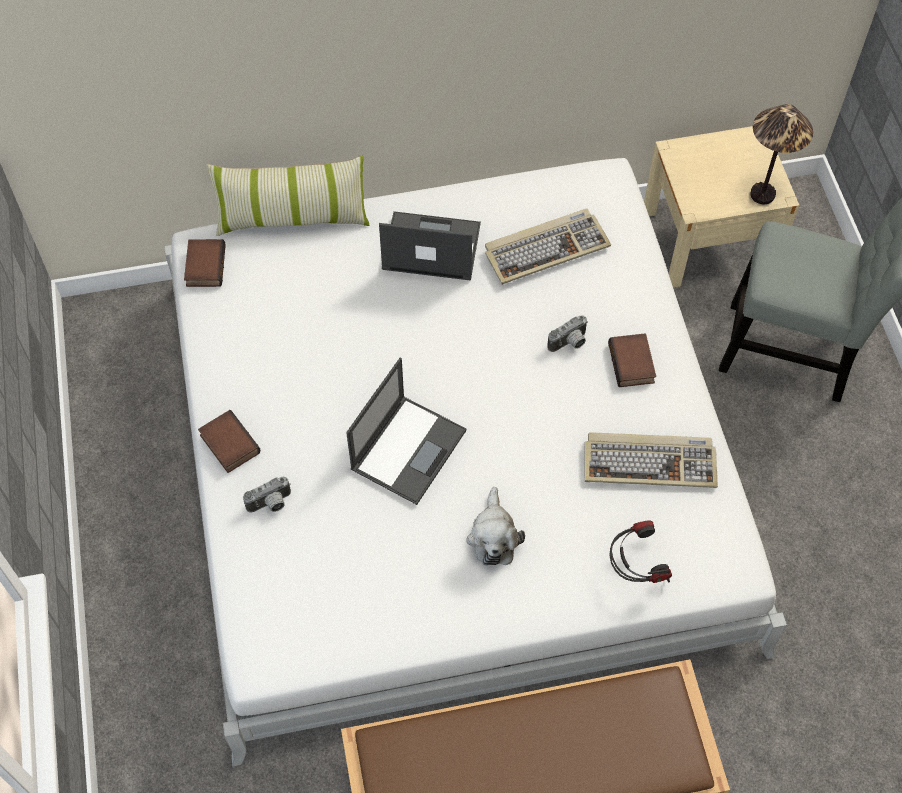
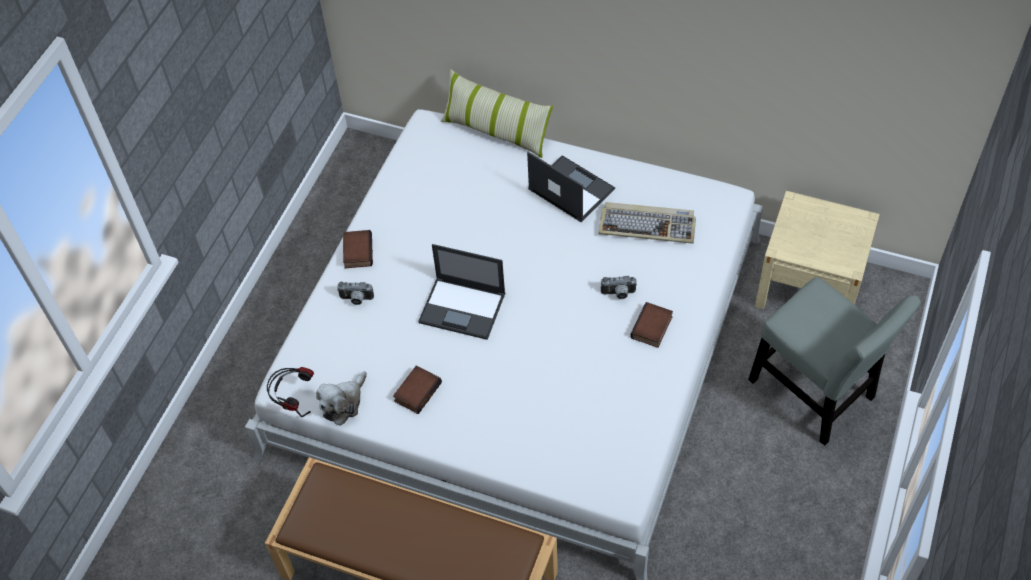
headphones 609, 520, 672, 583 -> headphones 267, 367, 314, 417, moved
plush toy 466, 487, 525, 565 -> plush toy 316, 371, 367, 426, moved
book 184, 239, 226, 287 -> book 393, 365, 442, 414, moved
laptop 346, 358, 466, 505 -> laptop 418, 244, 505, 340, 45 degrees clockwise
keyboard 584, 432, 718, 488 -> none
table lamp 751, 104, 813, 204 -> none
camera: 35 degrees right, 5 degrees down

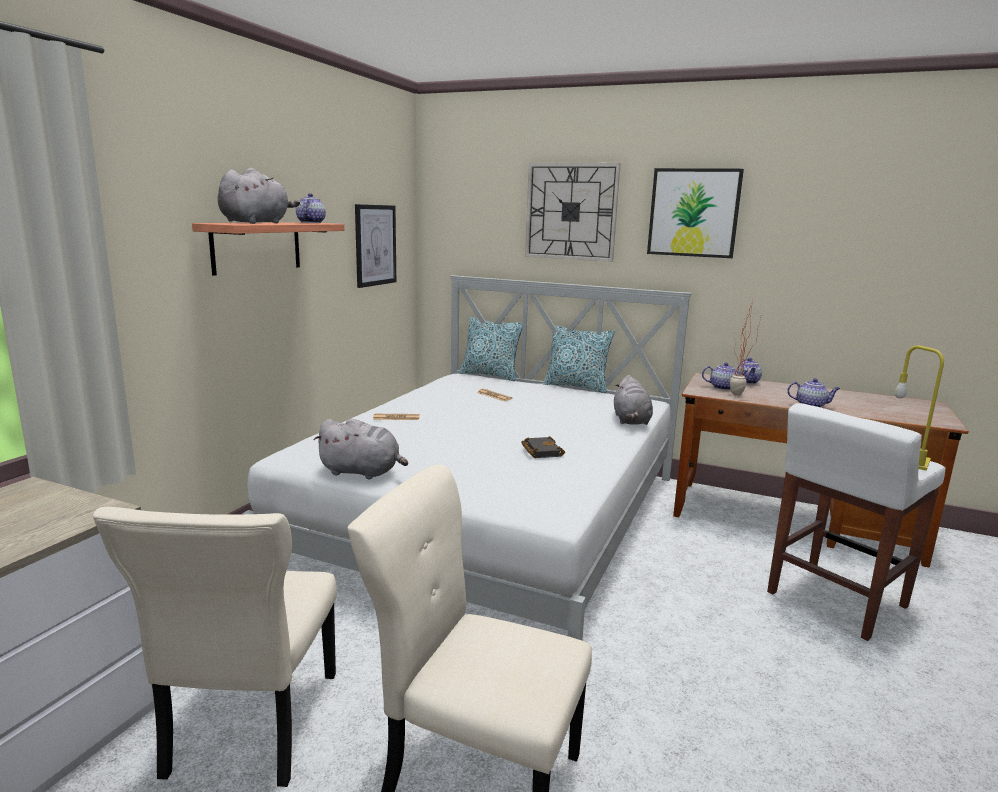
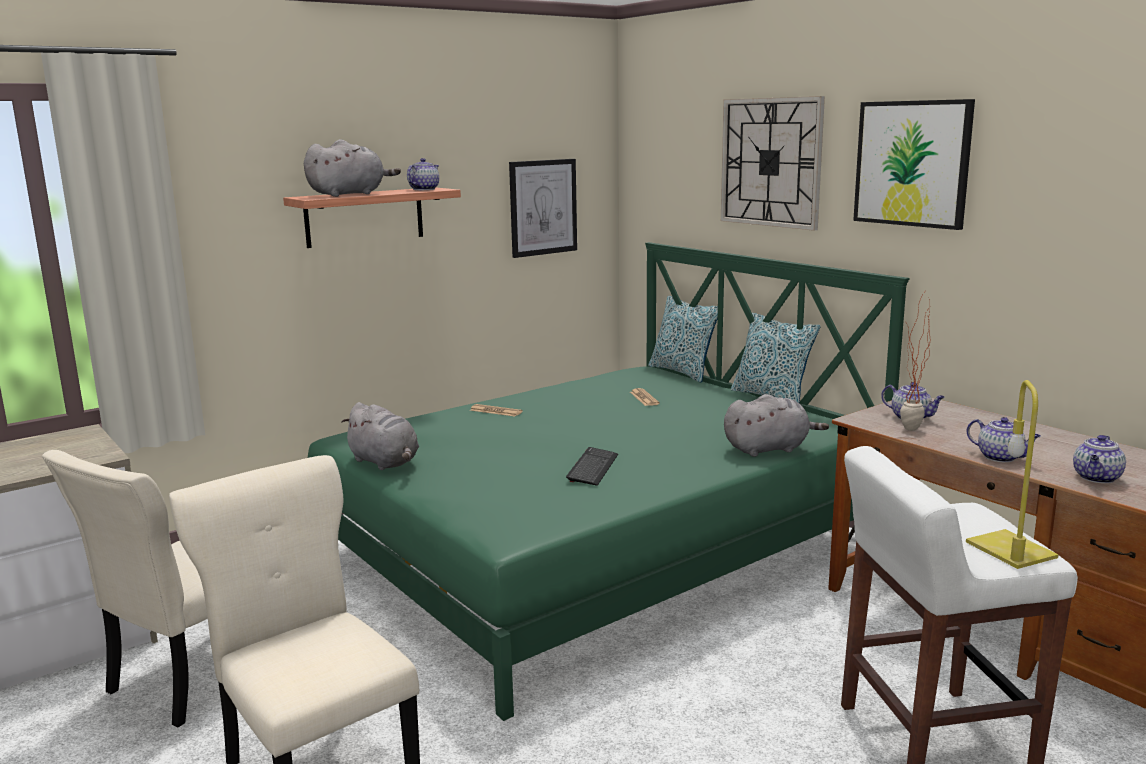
bed (white) 242, 275, 692, 640 -> bed (green) 308, 242, 910, 721
book (black) 521, 436, 565, 458 -> keyboard 566, 447, 618, 486
plush toy (grey) 614, 375, 653, 425 -> plush toy (grey) 724, 394, 829, 457, 135 degrees counterclockwise
teapot 735, 358, 762, 384 -> teapot 1073, 435, 1126, 483, moved
camera: 30 degrees right, 0 degrees up

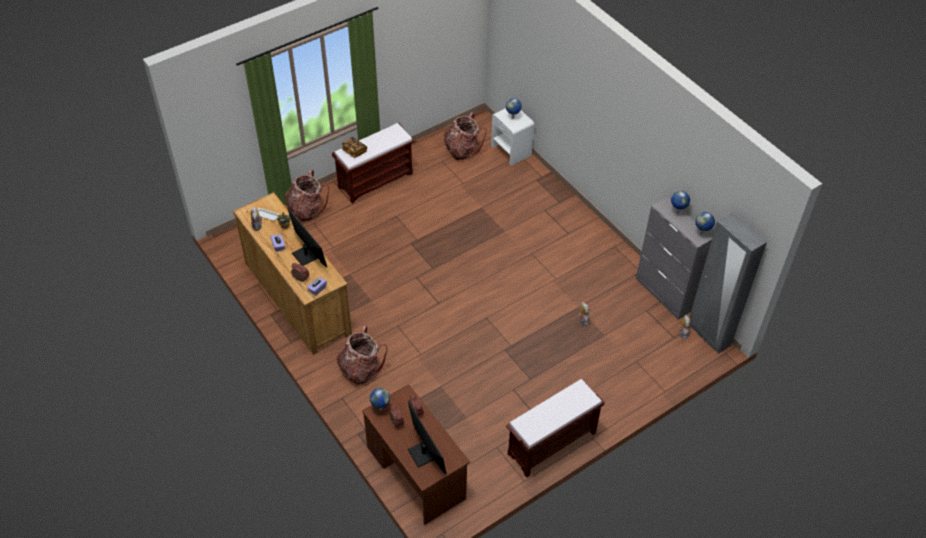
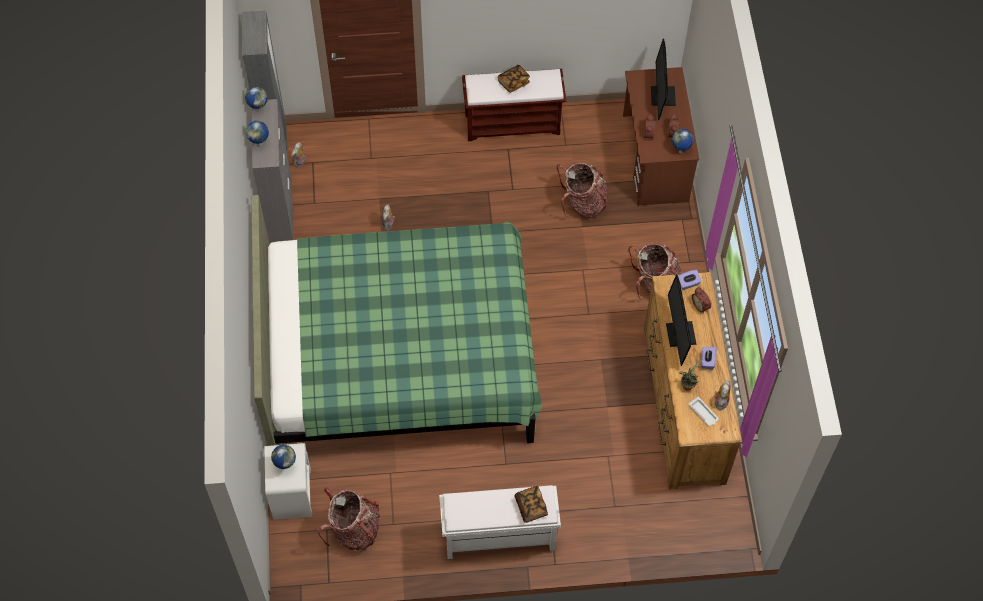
none -> bed (green) 251, 195, 542, 446
bench (brown) 332, 123, 415, 203 -> bench (white) 439, 485, 561, 559
none -> book 498, 65, 530, 93
backpack 285, 169, 329, 222 -> backpack 556, 163, 608, 218, moved
camera: 150 degrees left, 10 degrees up

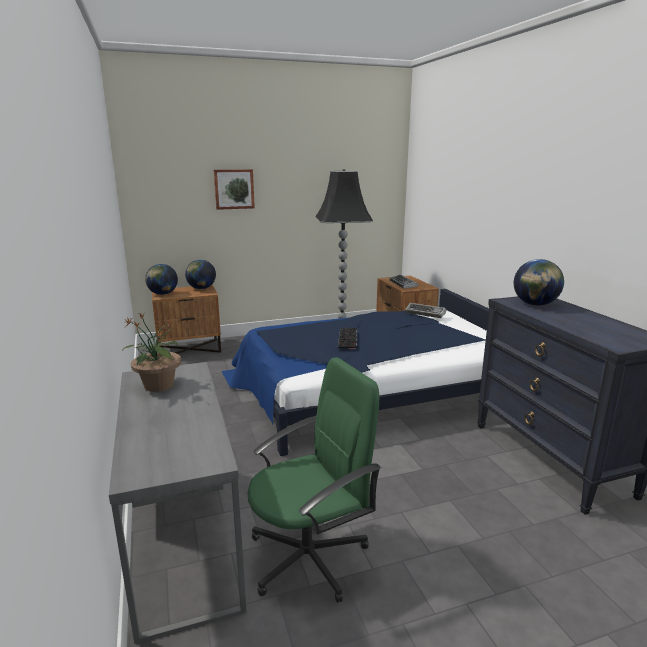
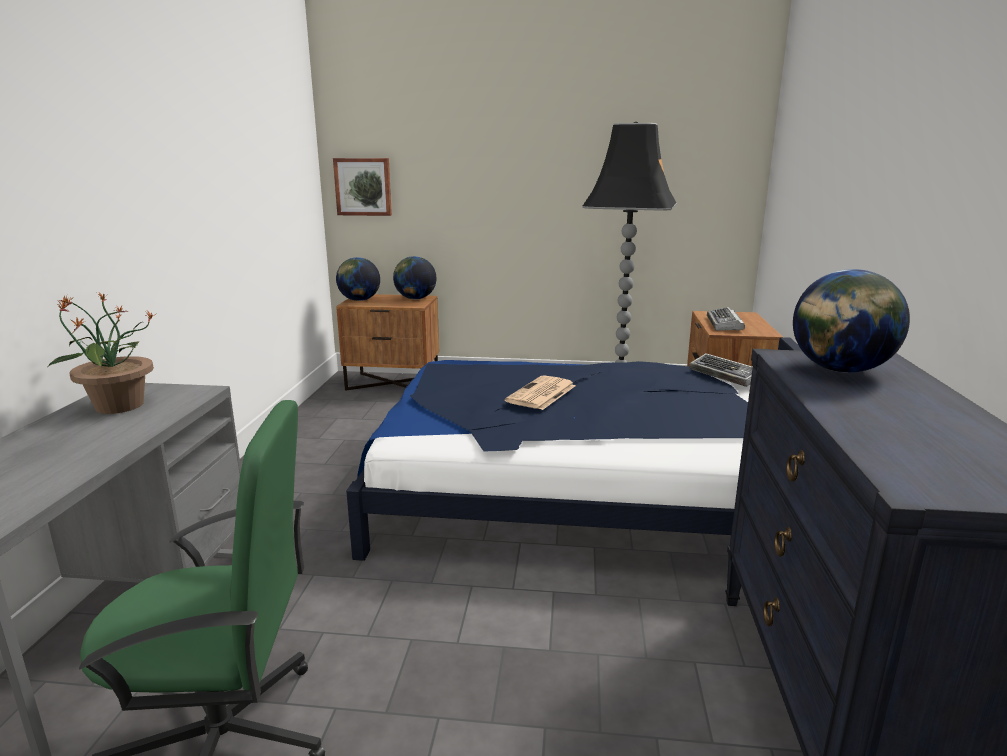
picture 214, 169, 255, 210 -> picture 333, 158, 392, 216, moved
keyboard 338, 328, 357, 349 -> newspaper 505, 375, 576, 410
camera: 25 degrees right, 0 degrees up

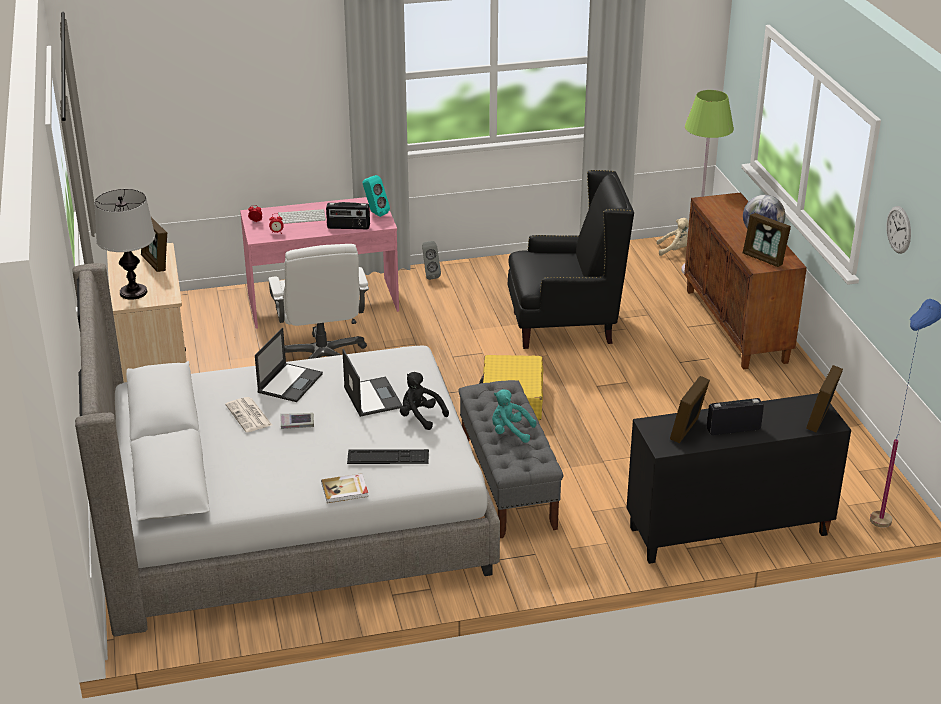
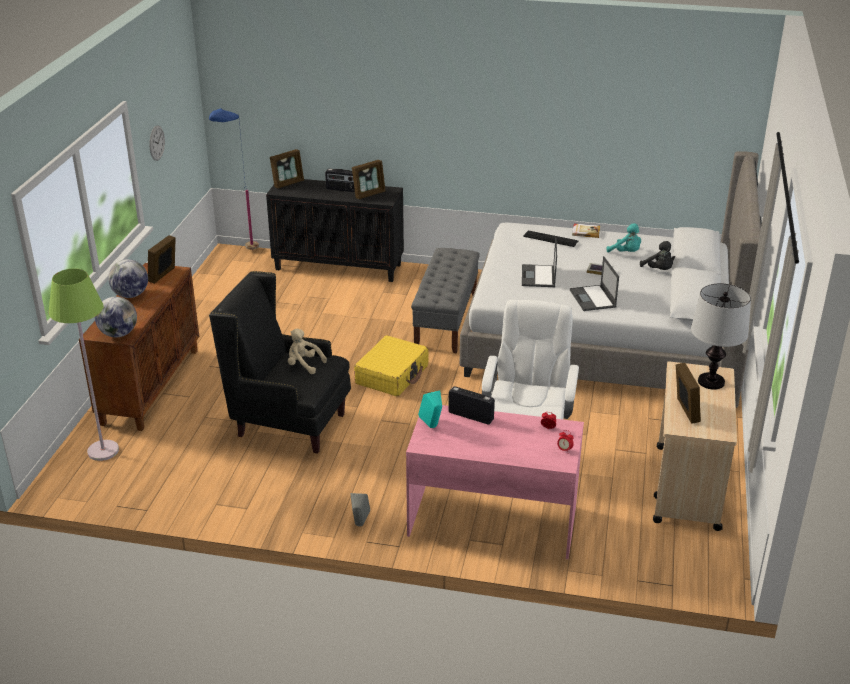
none -> globe 95, 297, 137, 337
picture frame 743, 213, 791, 267 -> picture frame 148, 235, 176, 284, 135 degrees counterclockwise
plush toy (beige) 657, 218, 689, 256 -> plush toy (beige) 288, 329, 327, 374, moved
laptop 255, 328, 323, 402 -> laptop 570, 256, 619, 311, 60 degrees counterclockwise
plush toy (turquoise) 492, 389, 537, 443 -> plush toy (turquoise) 606, 223, 641, 252, moved
plush toy (black) 400, 372, 449, 430 -> plush toy (black) 640, 241, 675, 270, moved
newspaper 225, 397, 272, 432 -> none
keyboard 278, 209, 326, 224 -> none
camera: 155 degrees left, 0 degrees up

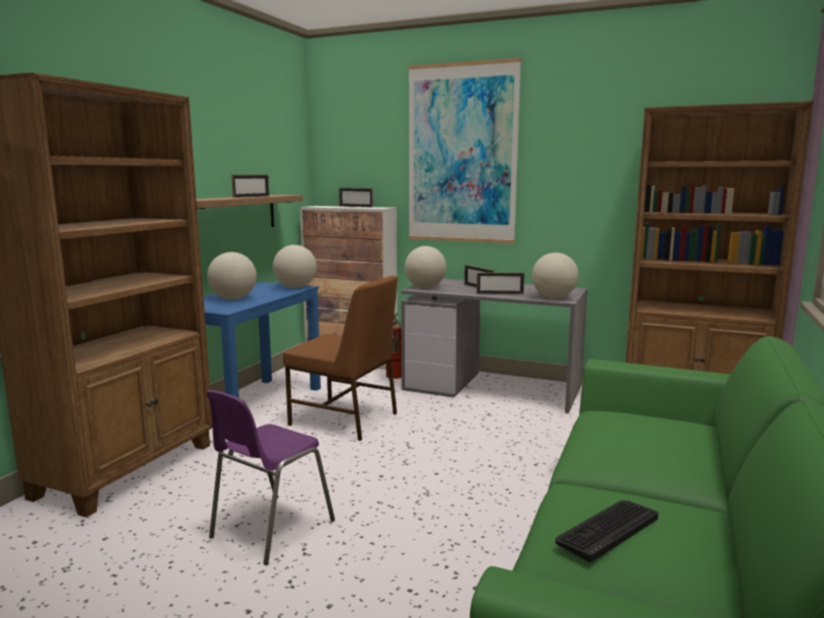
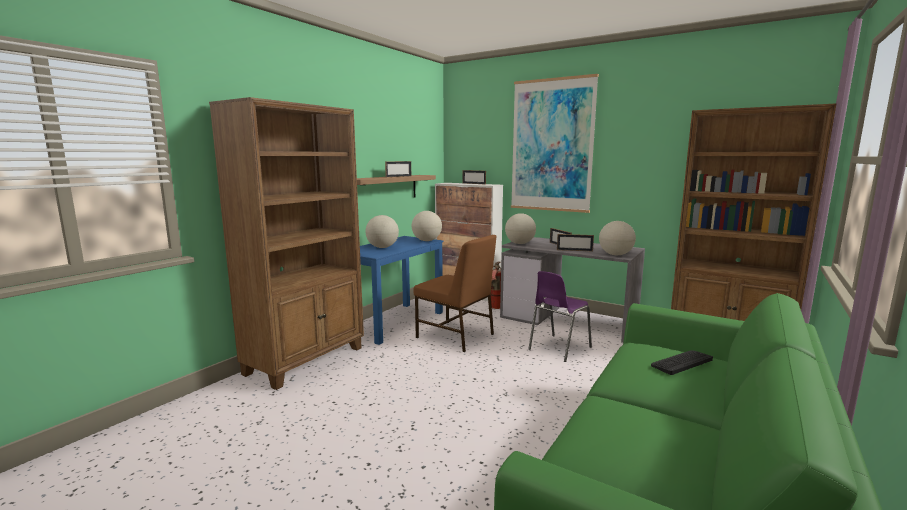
chair (purple) 206, 390, 335, 565 -> chair (purple) 528, 271, 592, 362, moved
keyboard 555, 500, 658, 562 -> keyboard 651, 350, 713, 375, moved
camera: 10 degrees right, 0 degrees up

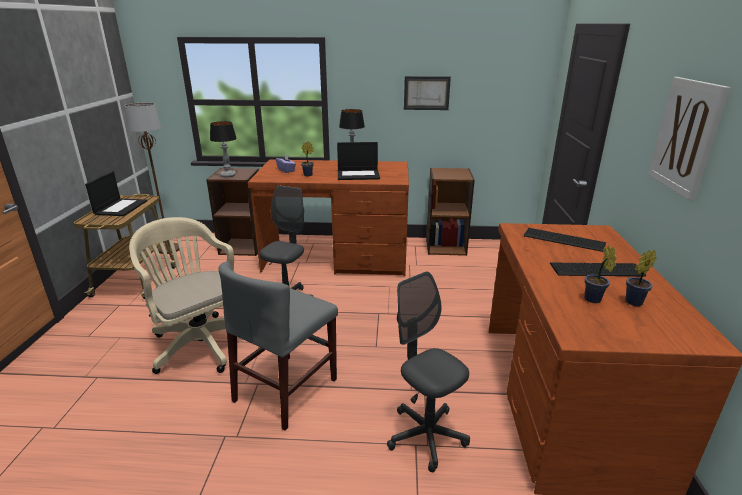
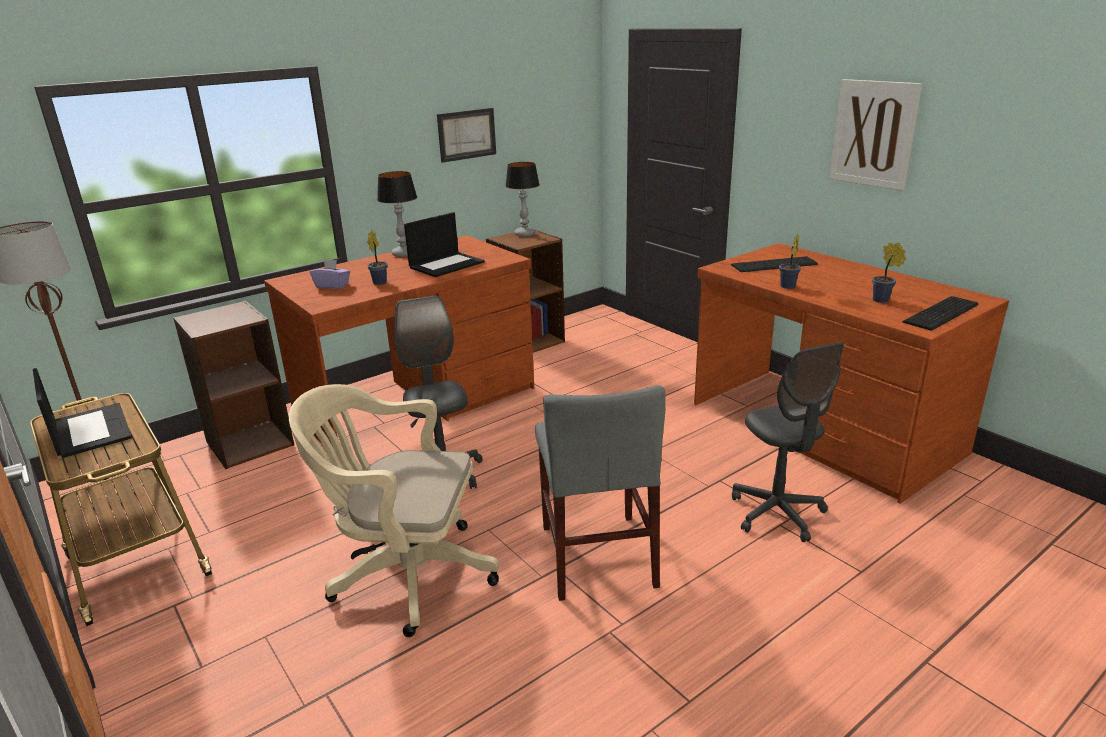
table lamp 210, 121, 237, 177 -> table lamp 505, 162, 540, 237, moved
office chair (grey) 387, 271, 470, 472 -> office chair (grey) 732, 342, 844, 542, 120 degrees counterclockwise
potted plant 625, 250, 657, 306 -> potted plant 779, 233, 801, 289, moved
keyboard 550, 263, 646, 276 -> keyboard 902, 296, 979, 331, moved
camera: 40 degrees left, 0 degrees up

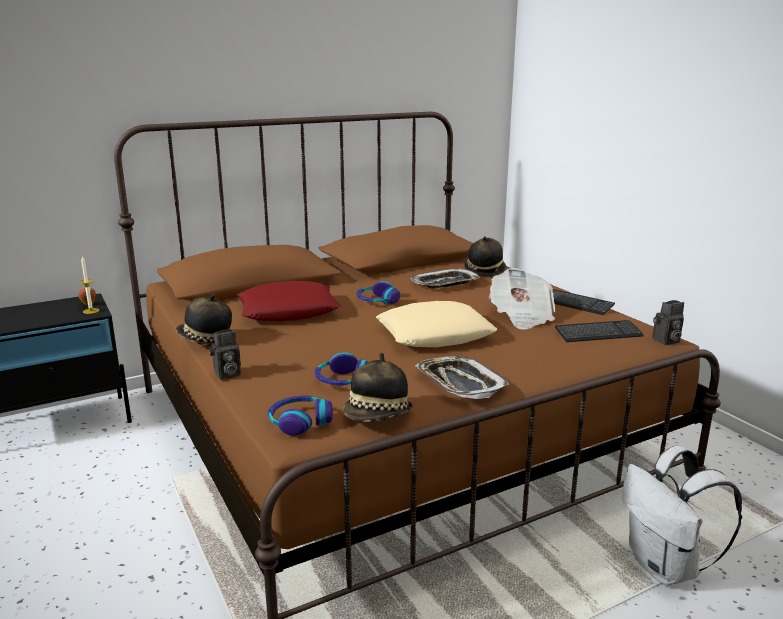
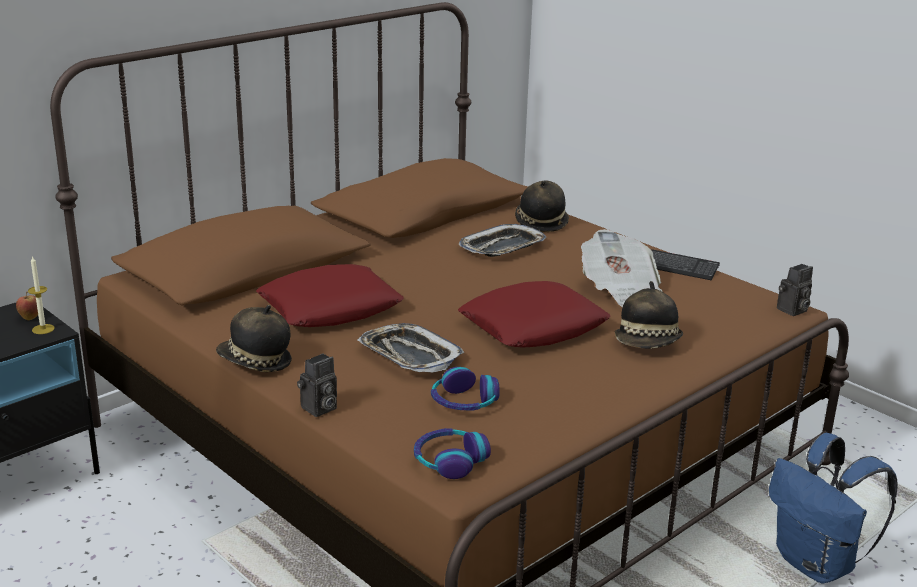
tray 415, 356, 509, 399 -> tray 358, 323, 464, 372, moved
pillow (beige) 376, 301, 497, 347 -> pillow (red) 458, 281, 611, 347
hat 343, 353, 413, 422 -> hat 615, 281, 683, 349, moved
backpack (white) 622, 446, 742, 585 -> backpack (blue) 769, 433, 898, 583
headphones 357, 281, 401, 304 -> none
keyboard 555, 320, 644, 342 -> none
camera: 15 degrees left, 5 degrees up

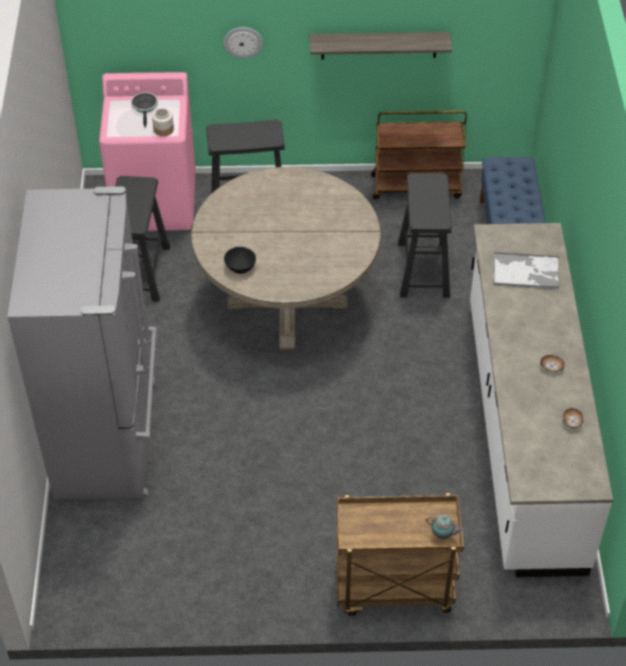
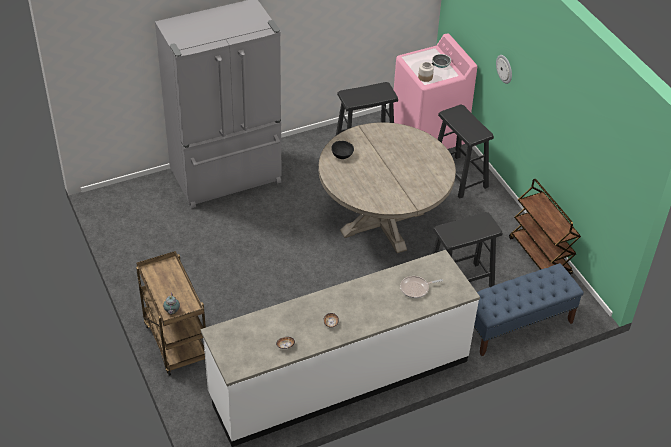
tray 493, 252, 559, 290 -> frying pan 400, 276, 443, 298
shelf 310, 32, 452, 60 -> none
camera: 65 degrees right, 5 degrees down

